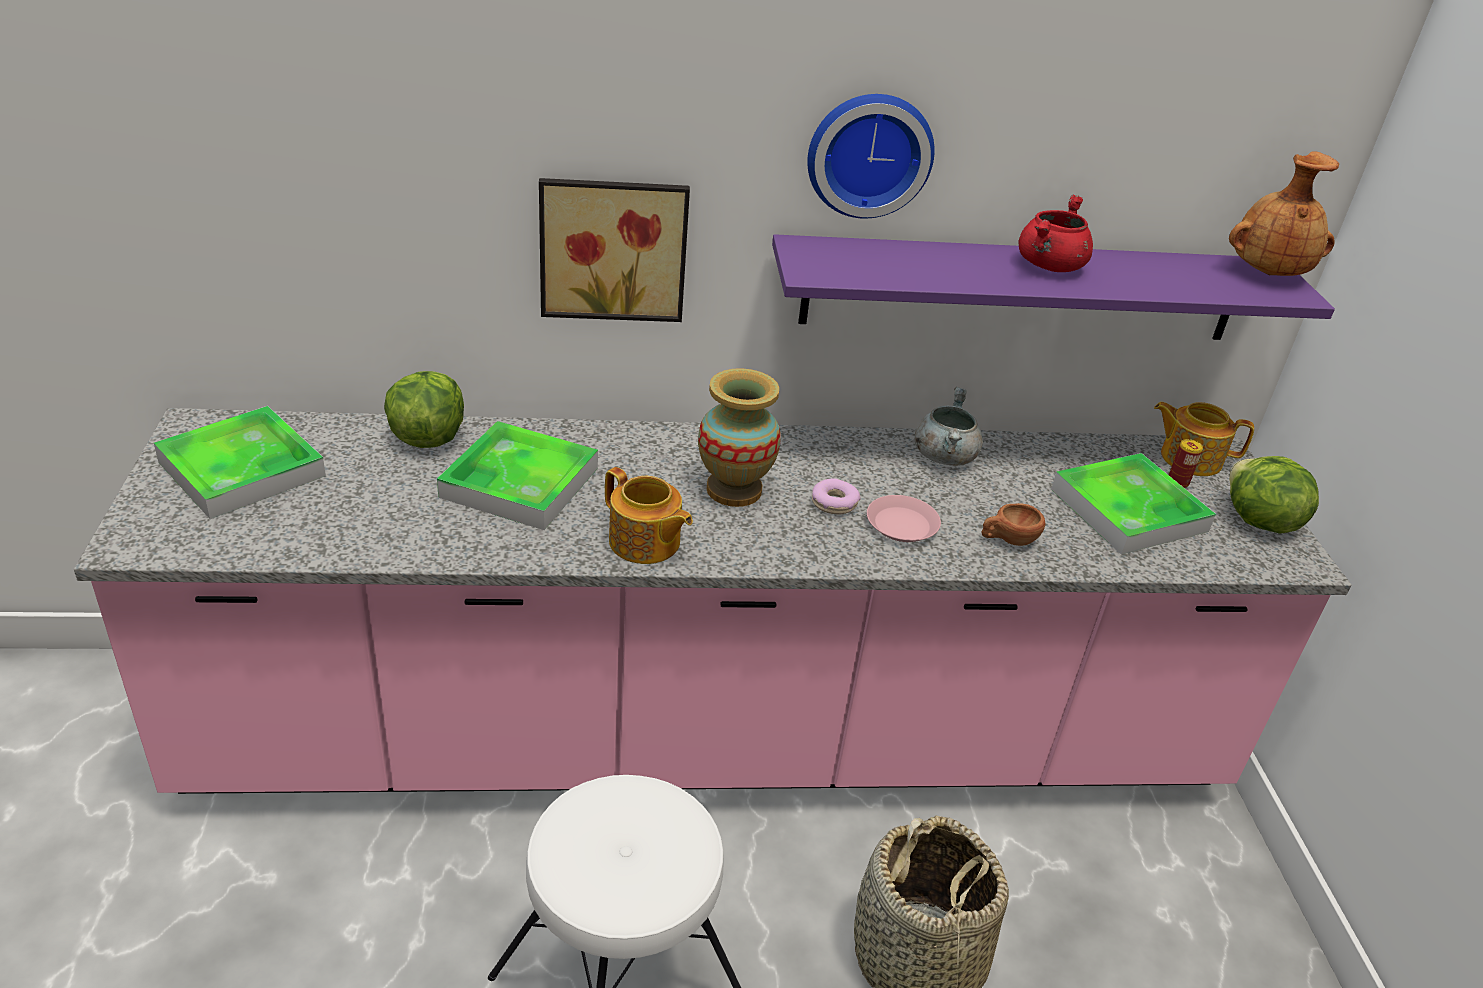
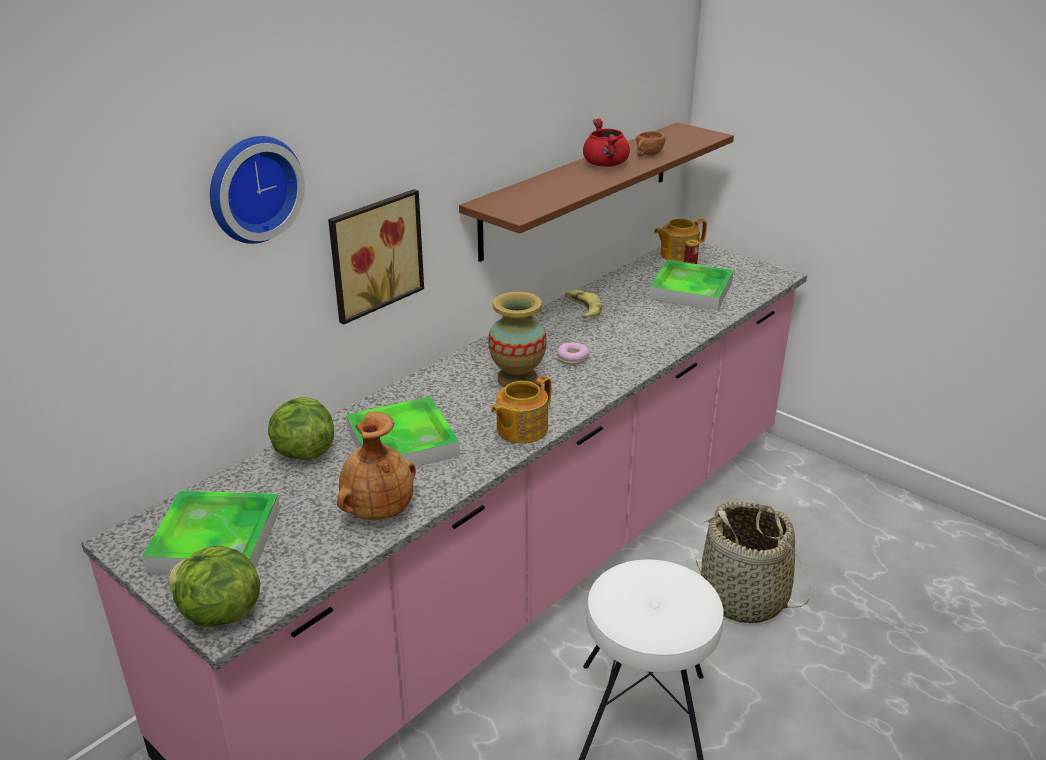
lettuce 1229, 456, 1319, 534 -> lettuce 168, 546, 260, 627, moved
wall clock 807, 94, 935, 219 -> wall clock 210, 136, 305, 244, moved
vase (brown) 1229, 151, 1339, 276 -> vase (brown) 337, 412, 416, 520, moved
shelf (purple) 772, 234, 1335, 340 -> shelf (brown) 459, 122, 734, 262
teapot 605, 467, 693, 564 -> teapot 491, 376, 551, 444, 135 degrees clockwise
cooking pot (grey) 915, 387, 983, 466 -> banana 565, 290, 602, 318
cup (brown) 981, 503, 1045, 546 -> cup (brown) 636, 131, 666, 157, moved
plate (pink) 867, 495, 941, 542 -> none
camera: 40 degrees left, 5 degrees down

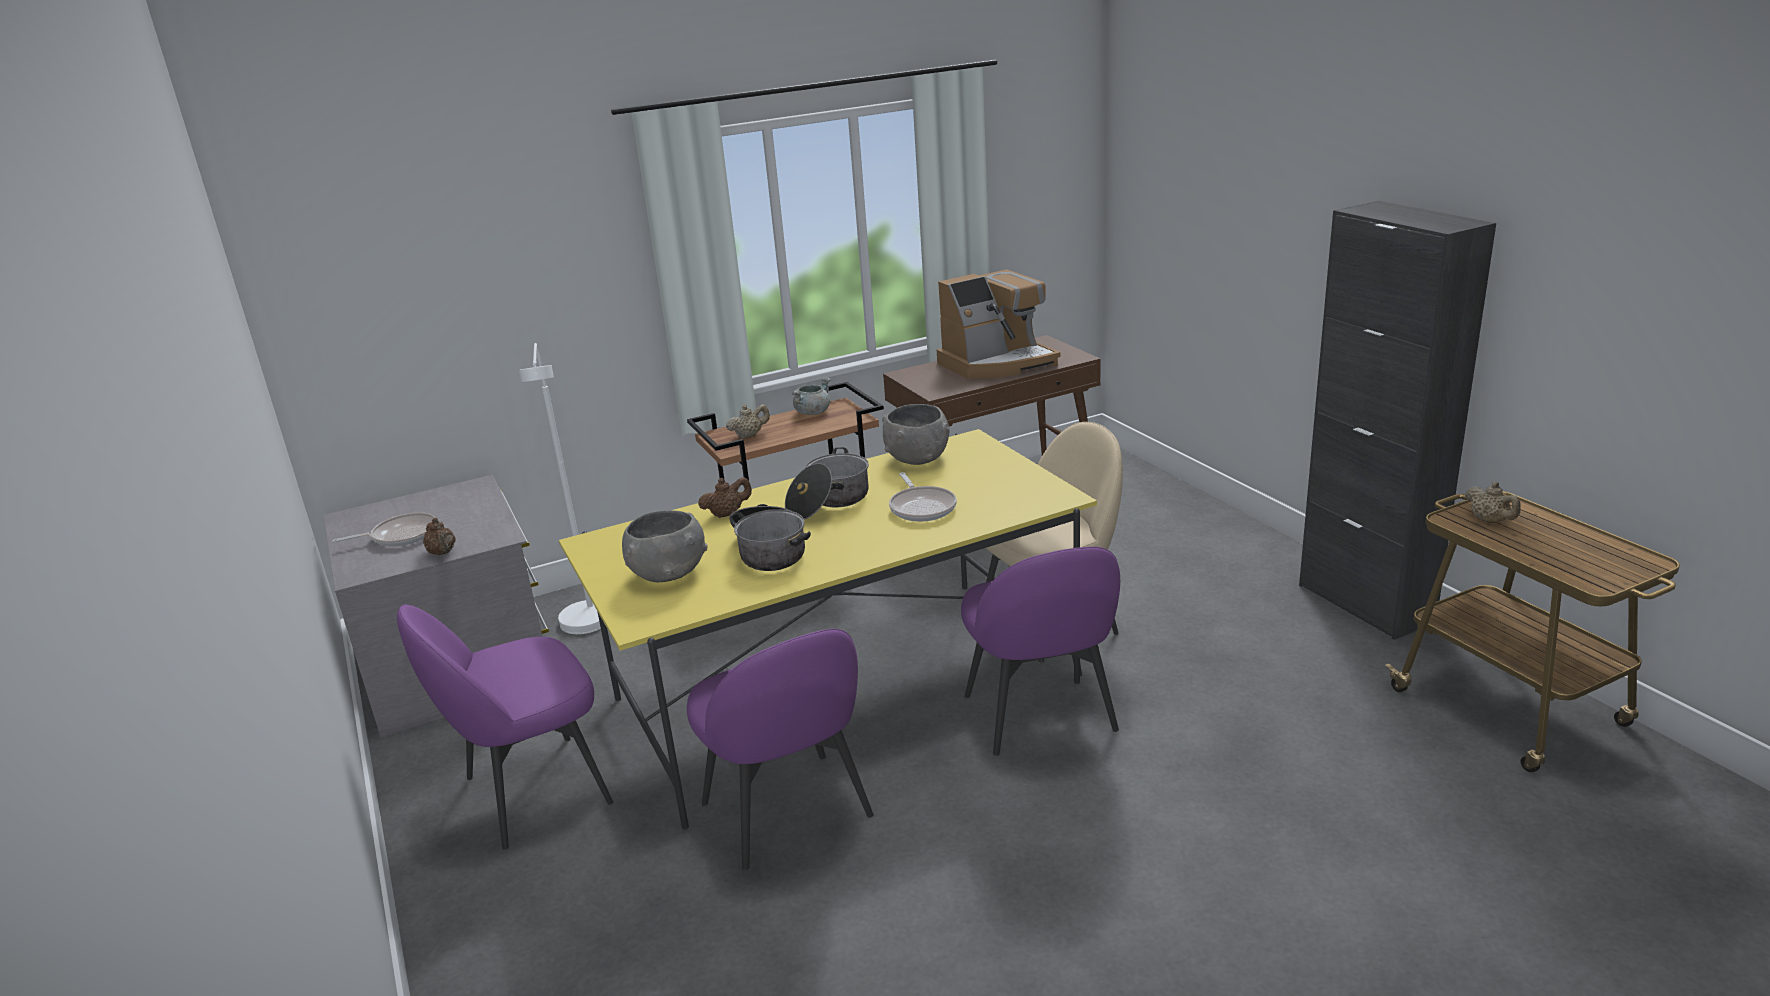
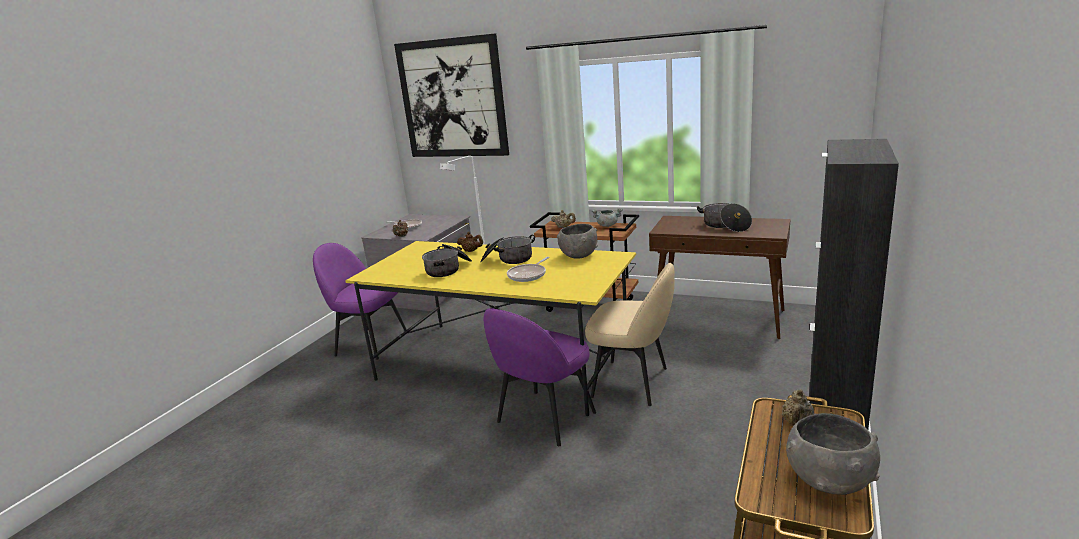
none -> picture 394, 33, 509, 157
coffee machine 936, 269, 1061, 379 -> cooking pot 697, 203, 752, 232
bowl (grey) 622, 510, 708, 582 -> bowl (grey) 786, 413, 880, 495, moved
chair (purple) 687, 629, 874, 870 -> none
camera: 50 degrees right, 5 degrees down

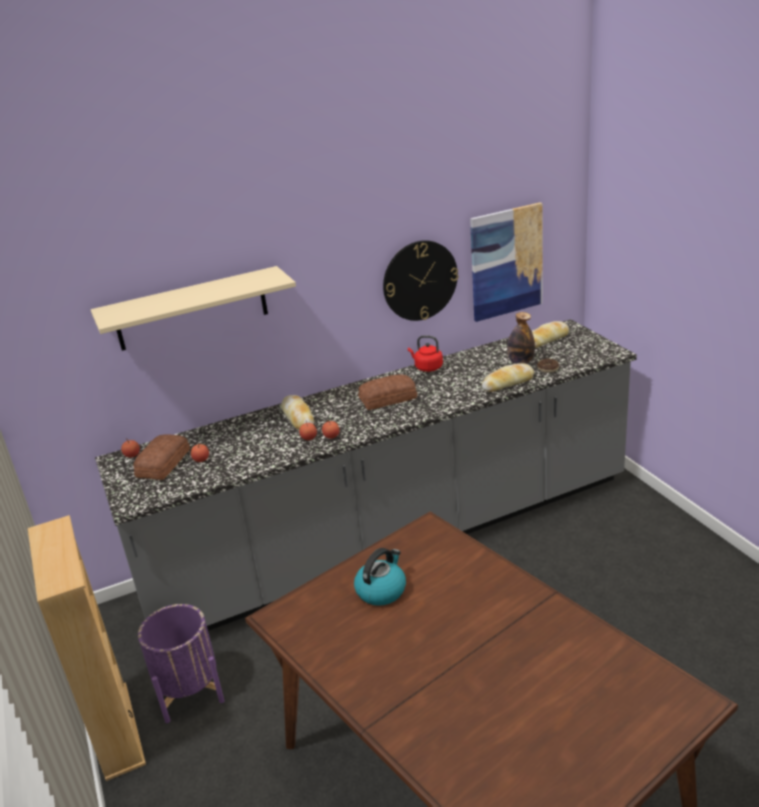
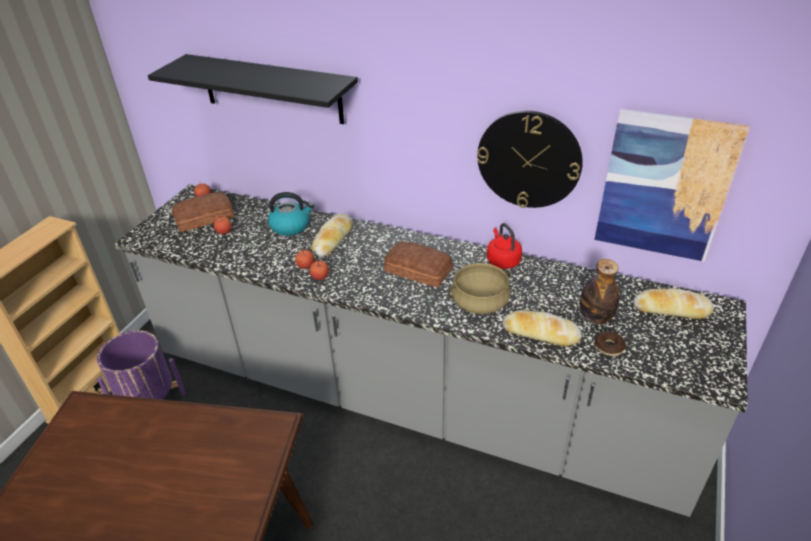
shelf (beige) 91, 266, 296, 351 -> shelf (black) 148, 54, 358, 124
kettle 354, 548, 406, 606 -> kettle 268, 192, 314, 236, moved
none -> cooking pot (beige) 448, 263, 511, 314
camera: 45 degrees right, 10 degrees up

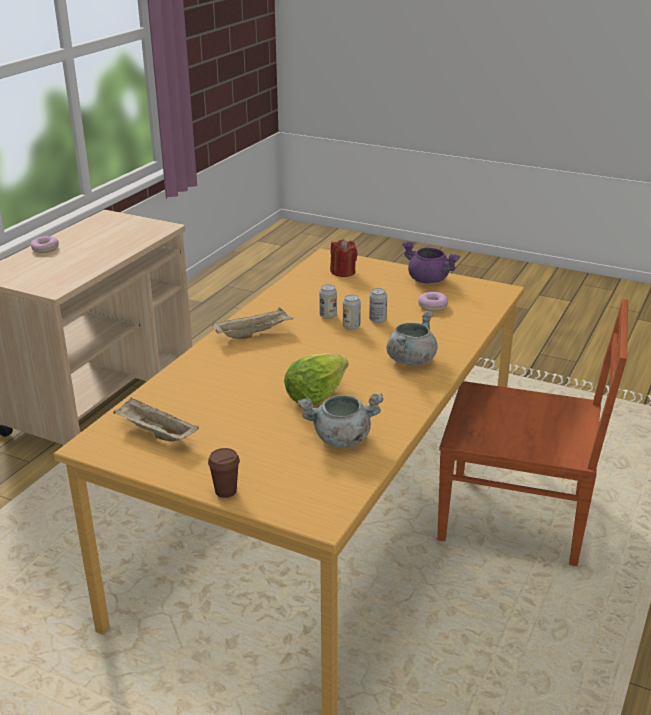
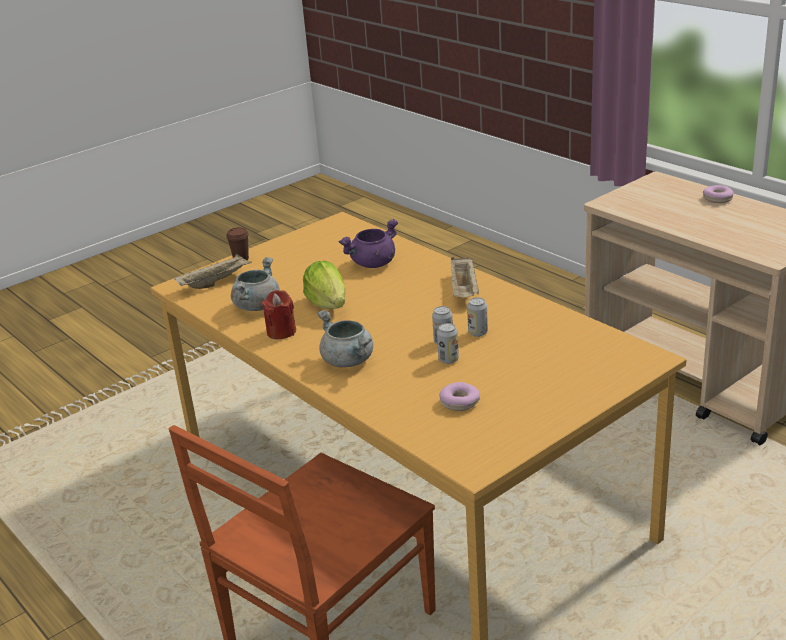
tray (beige) 113, 397, 199, 442 -> tray (beige) 174, 254, 252, 289, moved
candle (red) 330, 239, 358, 277 -> candle (red) 262, 290, 296, 339, moved
cooking pot (purple) 402, 241, 460, 284 -> cooking pot (purple) 339, 219, 398, 268, moved
camera: 115 degrees right, 0 degrees up

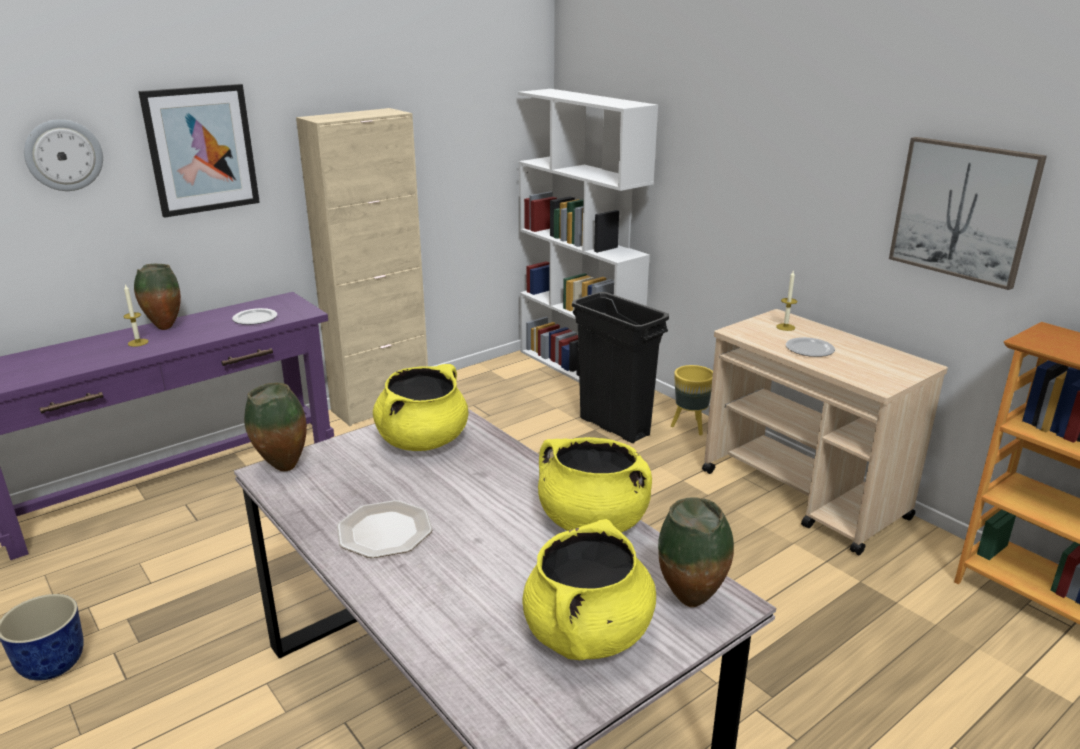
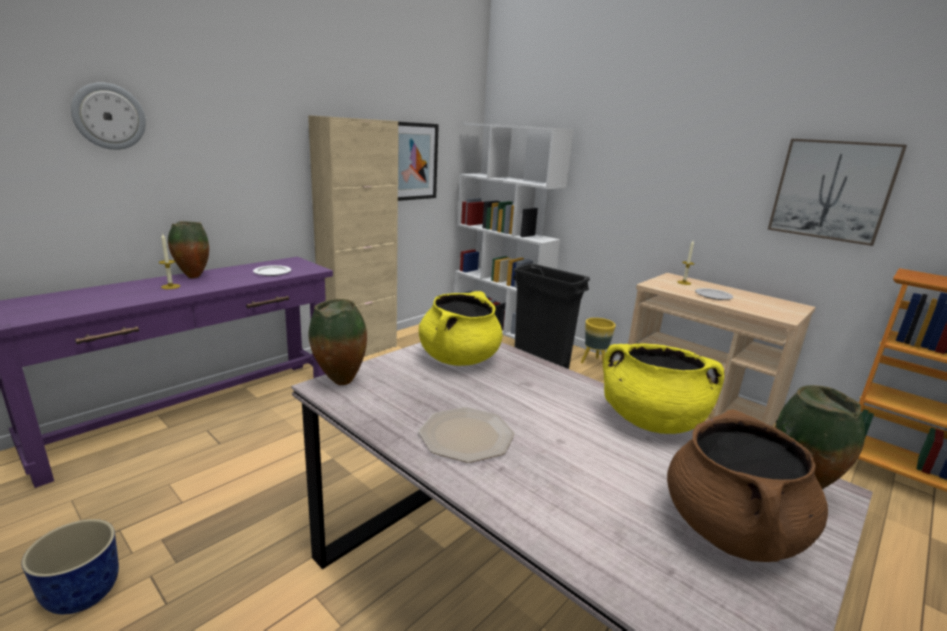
picture 138, 84, 260, 218 -> picture 398, 122, 439, 201, moved
cooking pot (yellow) 522, 519, 656, 660 -> cooking pot (brown) 667, 409, 828, 562
camera: 10 degrees left, 5 degrees down

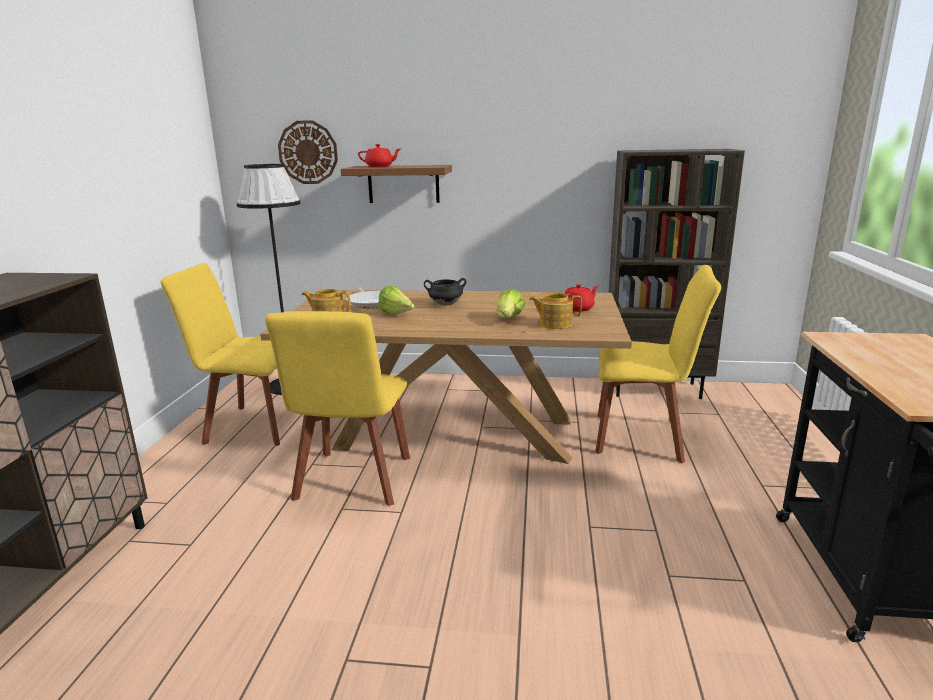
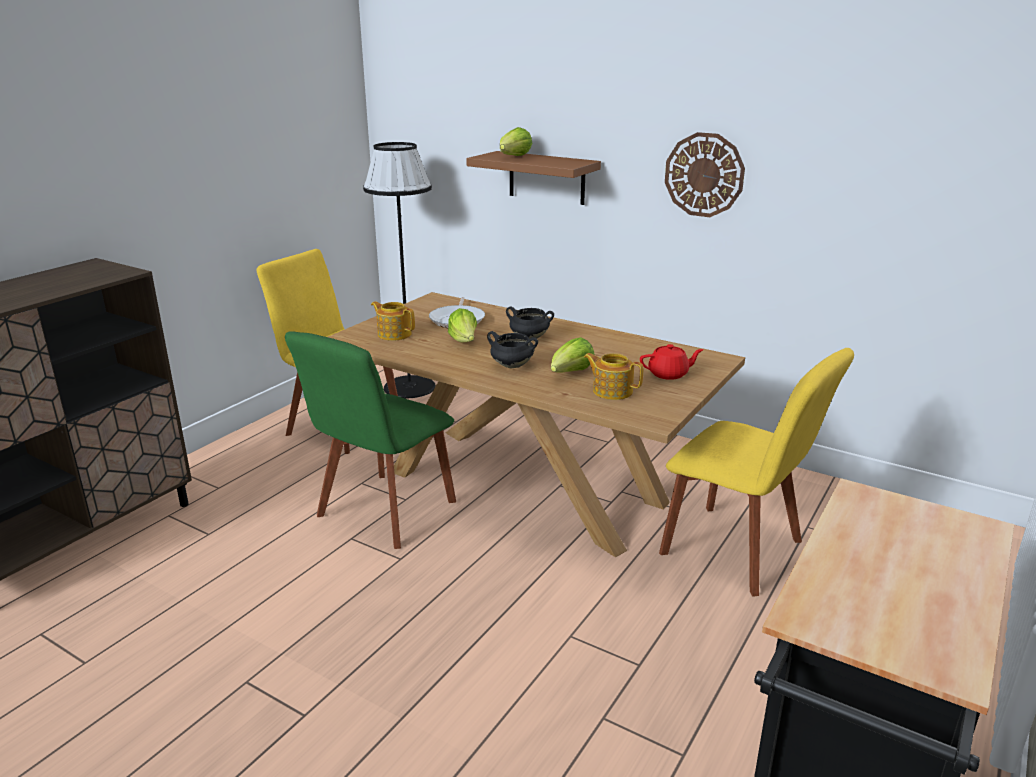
chair (yellow) 265, 311, 410, 506 -> chair (green) 285, 331, 456, 549
none -> cooking pot (black) 487, 331, 538, 368
teapot (red) 358, 144, 402, 167 -> lettuce 500, 127, 532, 156
wall clock 278, 120, 338, 184 -> wall clock 665, 132, 745, 217, moved
bookcase (brown) 609, 149, 745, 399 -> none
camera: 25 degrees right, 5 degrees up

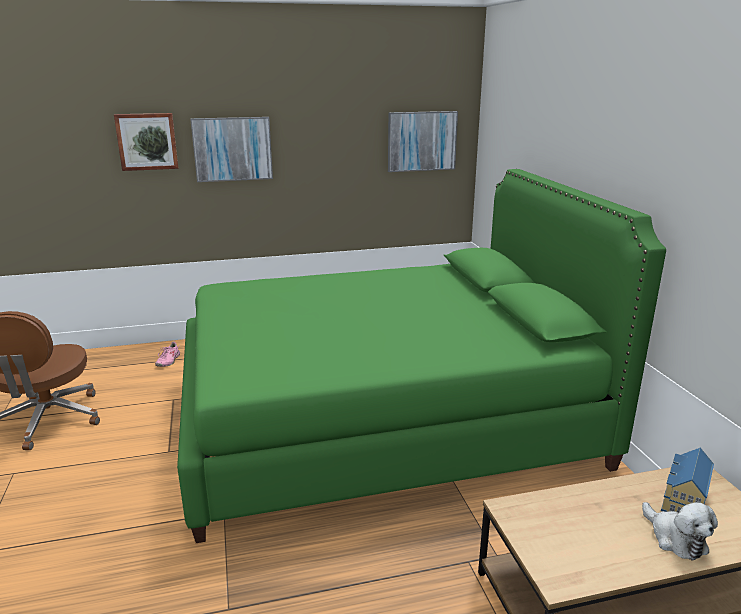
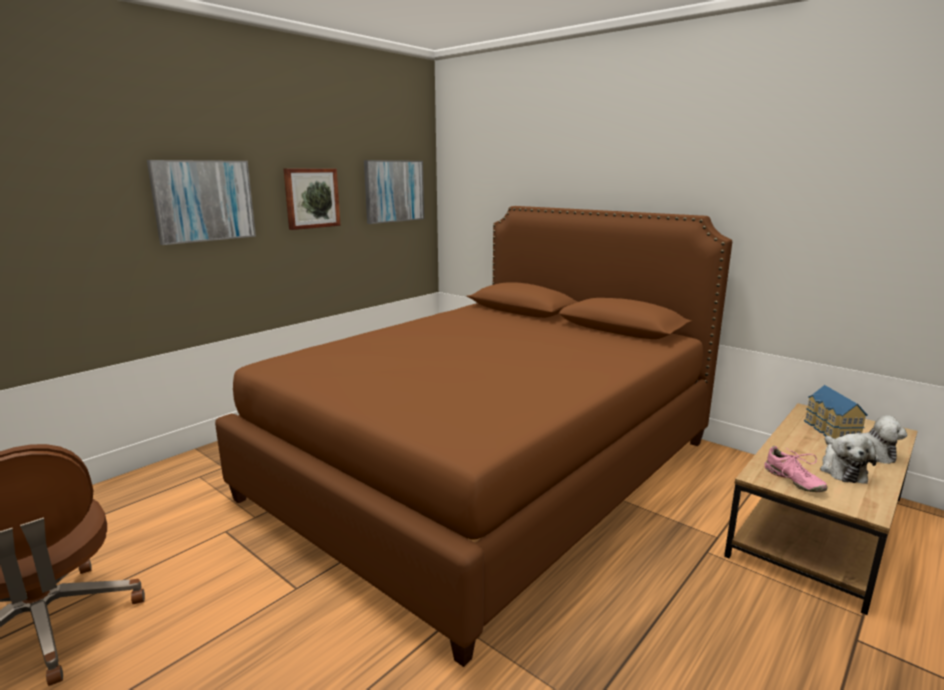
bed (green) 177, 169, 666, 543 -> bed (brown) 215, 206, 732, 667
picture 114, 113, 179, 171 -> picture 284, 168, 341, 230, moved
shoe (pink) 155, 341, 180, 367 -> shoe (pink) 764, 446, 828, 492, moved
none -> plush toy 820, 434, 877, 484
camera: 35 degrees left, 5 degrees down

